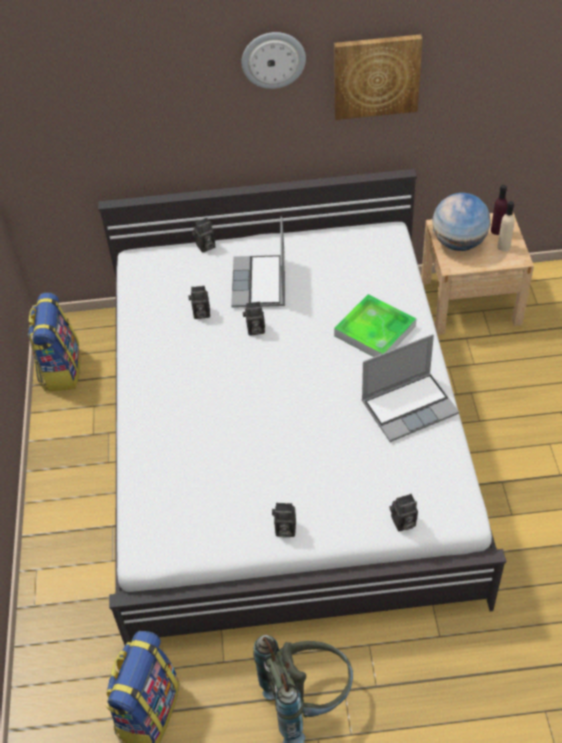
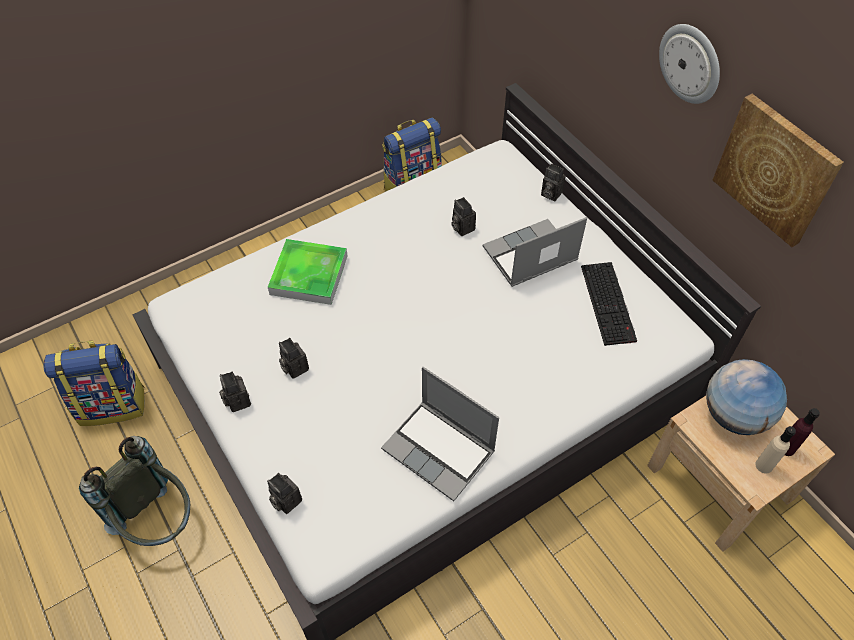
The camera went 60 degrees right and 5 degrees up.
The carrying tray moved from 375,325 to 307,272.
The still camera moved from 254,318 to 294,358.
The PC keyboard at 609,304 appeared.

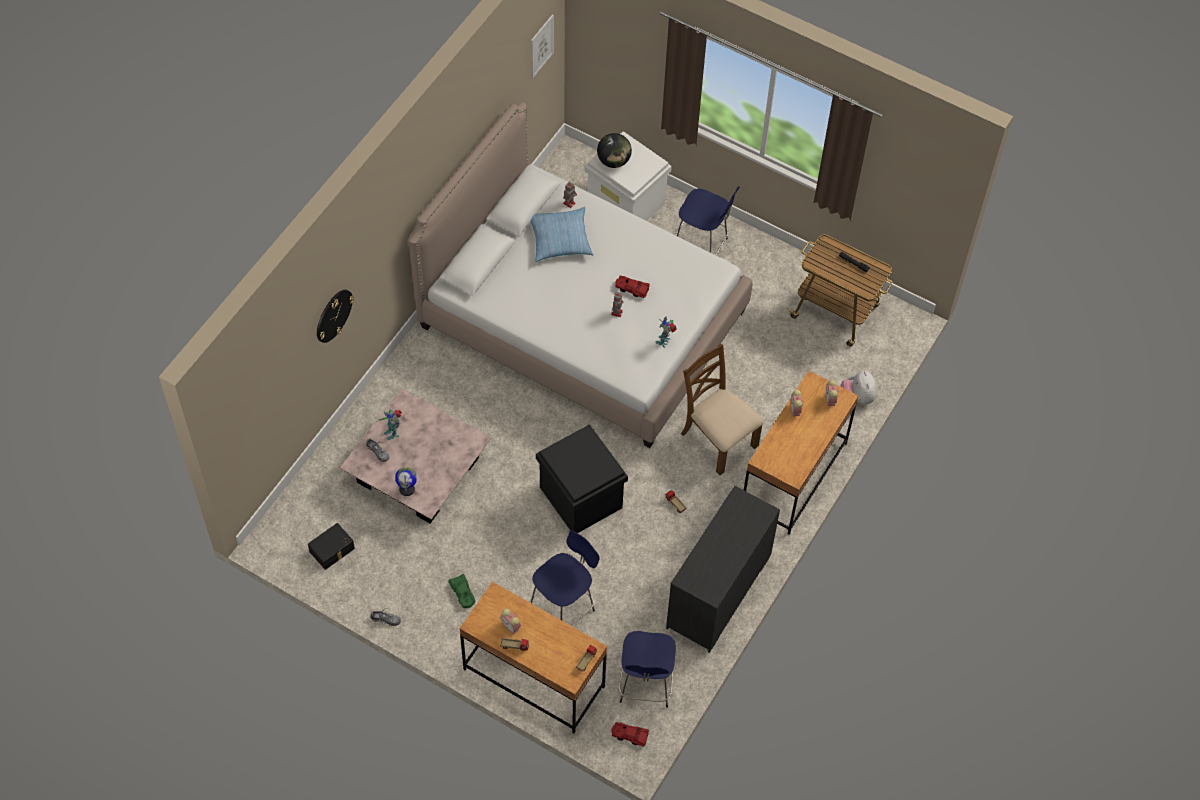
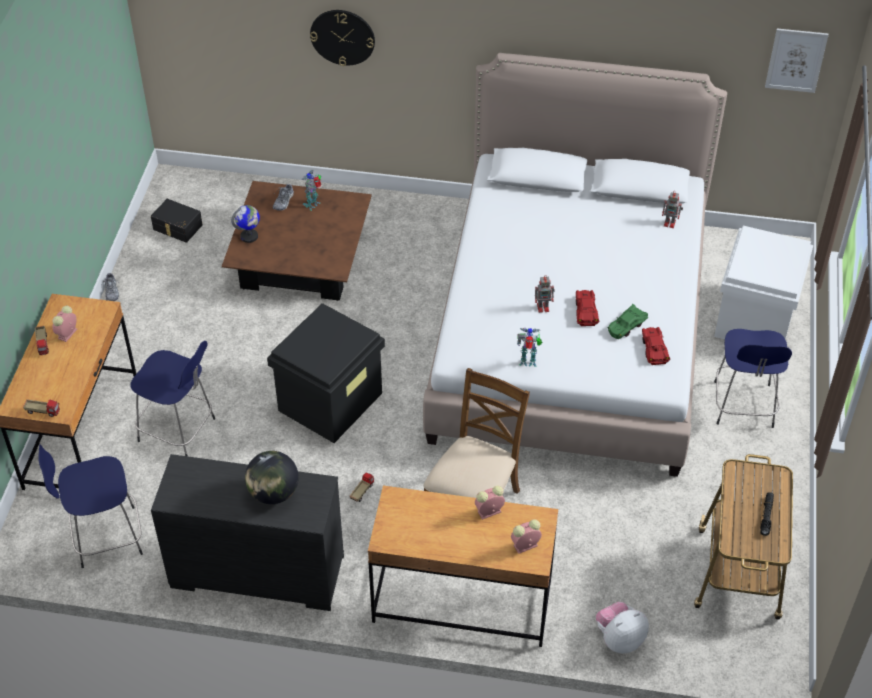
The camera went 70 degrees right and 10 degrees down.
The pinkish low table at 416,455 became the brownish low table at 297,241.
The desk globe moved from 614,150 to 272,477.
The green toy car moved from 462,591 to 628,321.
The red-coloured toy car moved from 630,734 to 656,346.
The throw pillow at 562,234 disappeared.

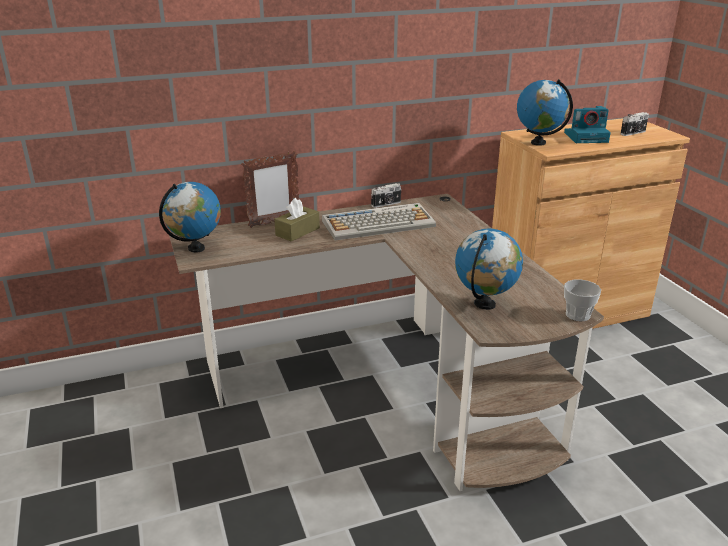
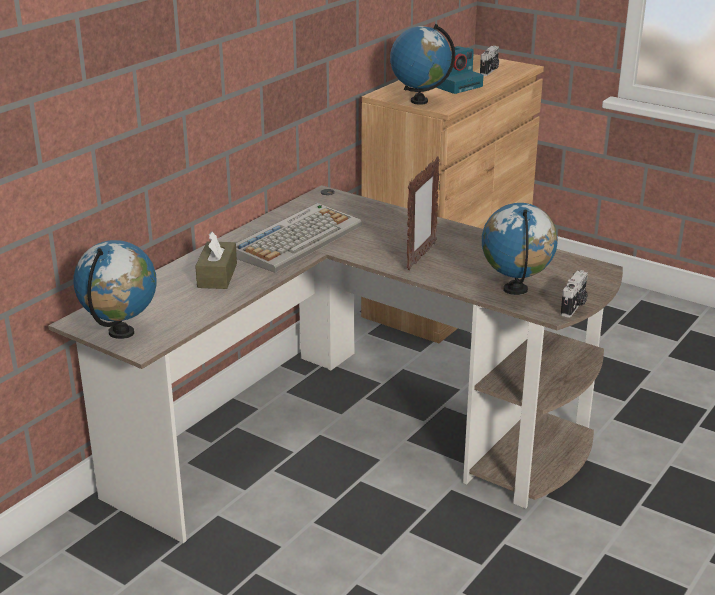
The camera went 35 degrees left and 0 degrees up.
The standing frame moved from 270,189 to 423,213.
The still camera moved from 386,195 to 574,294.
The cup at 582,300 disappeared.

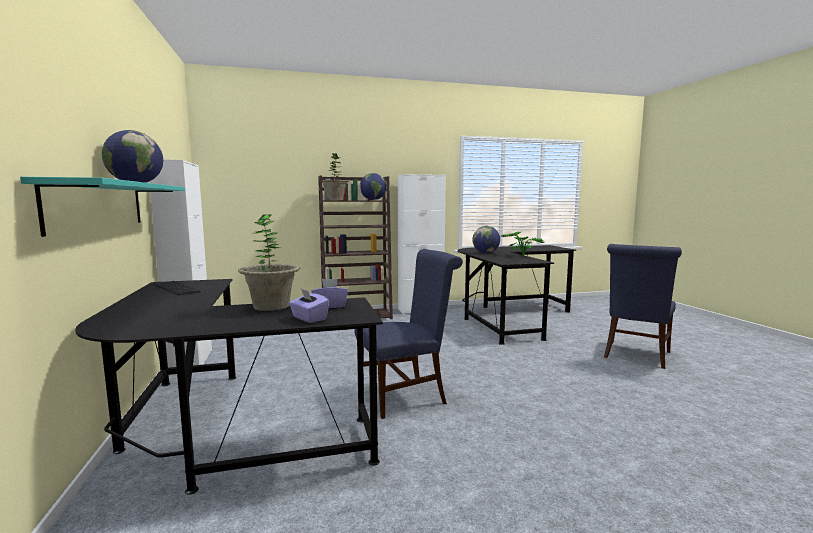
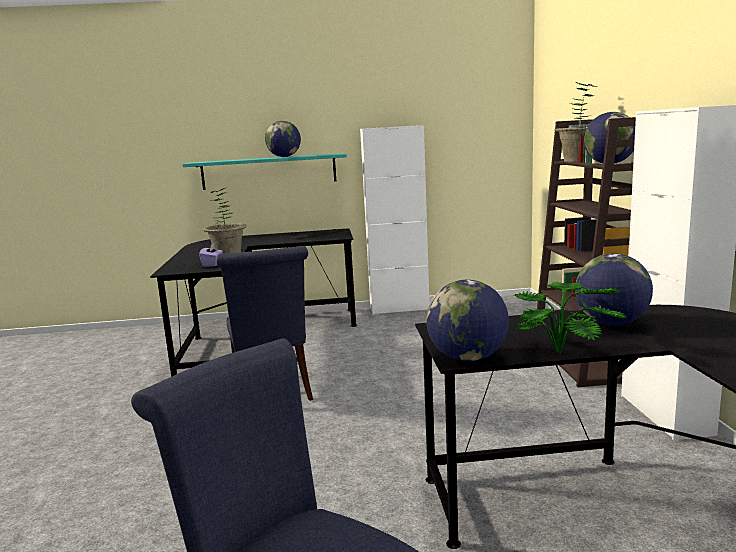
The camera went 100 degrees right and 5 degrees up.
The desk globe at 467,320 appeared.
The purple-coloured box of tissues at 309,306 disappeared.

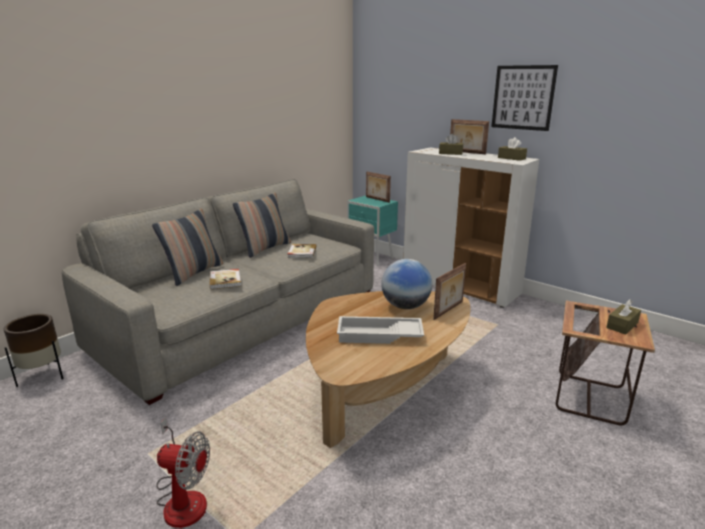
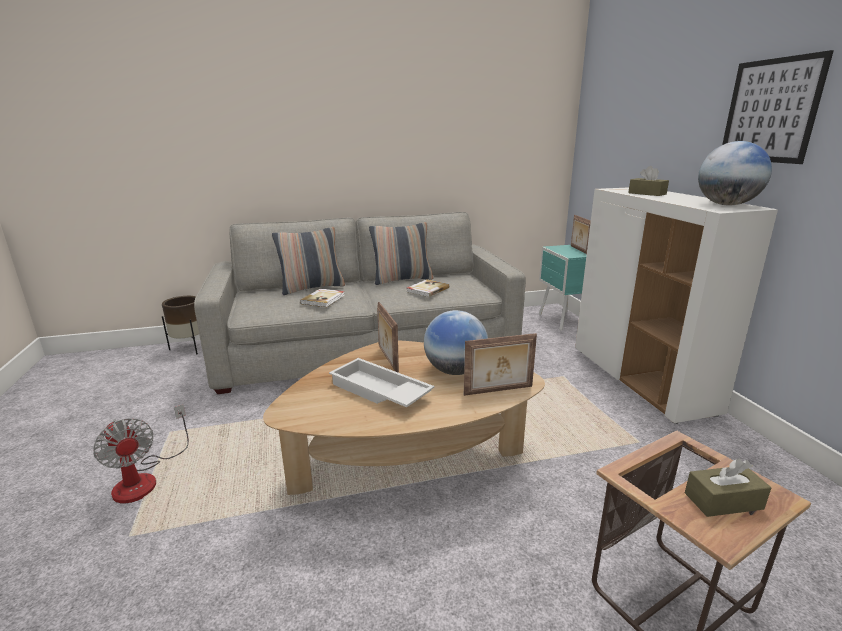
The camera went 35 degrees right and 0 degrees up.
The standing frame moved from 469,136 to 388,337.
The brownish box of tissues at 512,149 was replaced by the desk globe at 735,173.

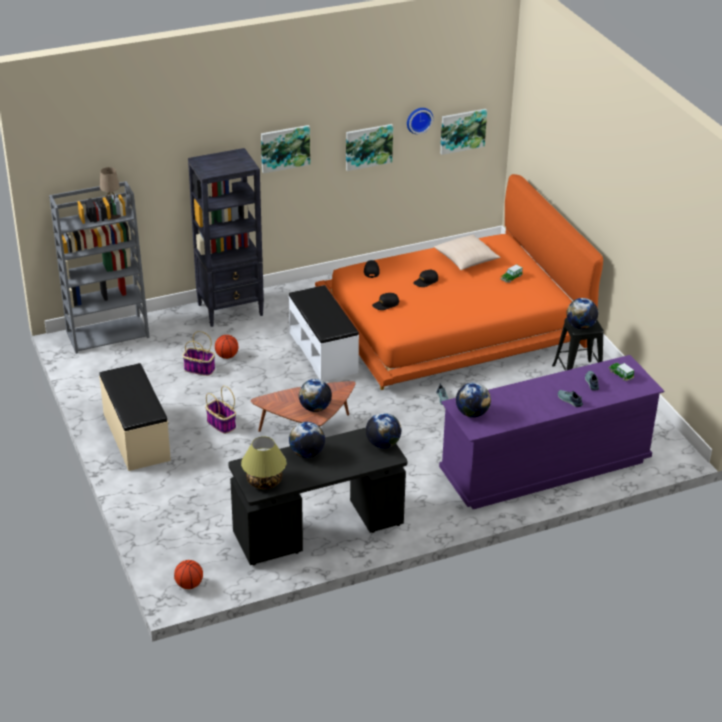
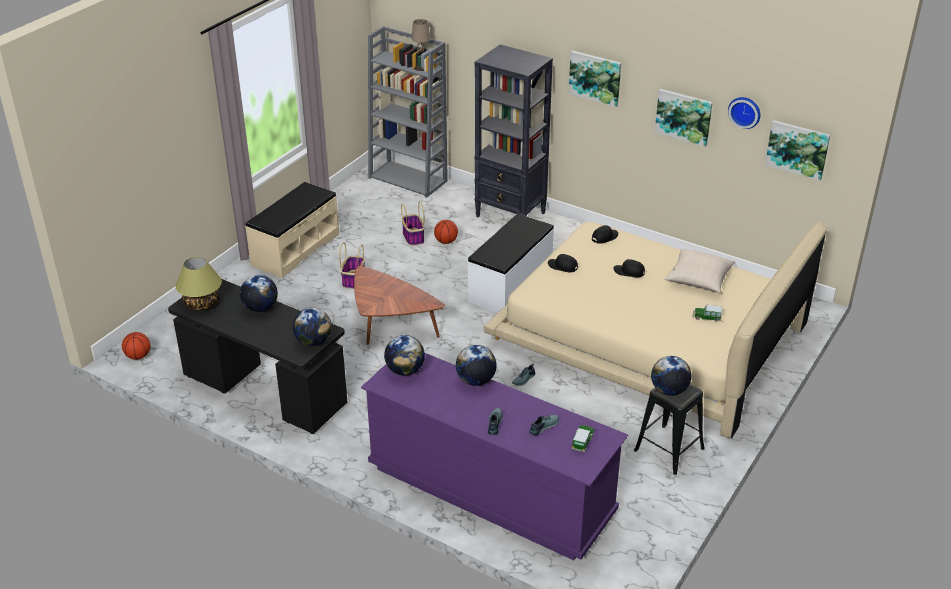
The camera went 55 degrees right and 0 degrees up.
The desk globe moved from 315,395 to 476,365.
The orangey sleeping bed at 459,282 became the sand-coloured sleeping bed at 655,330.

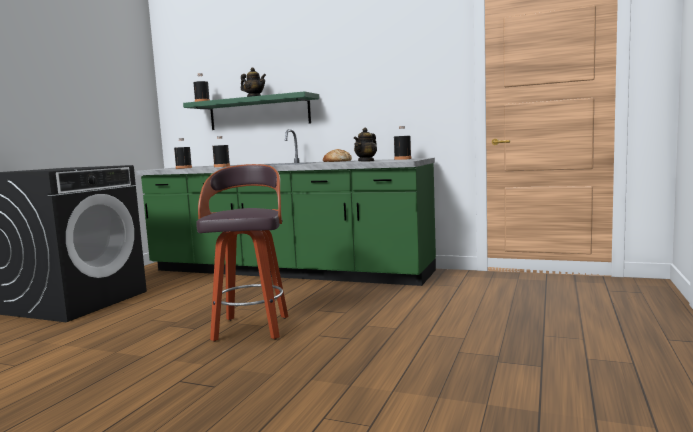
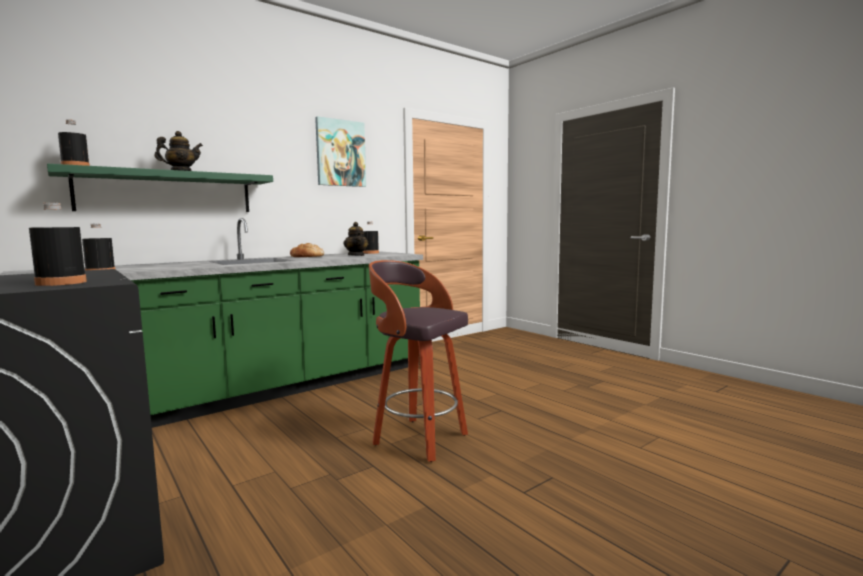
The camera went 60 degrees left and 0 degrees up.
The black bottle moved from 221,151 to 58,244.
The wall art at 340,151 appeared.

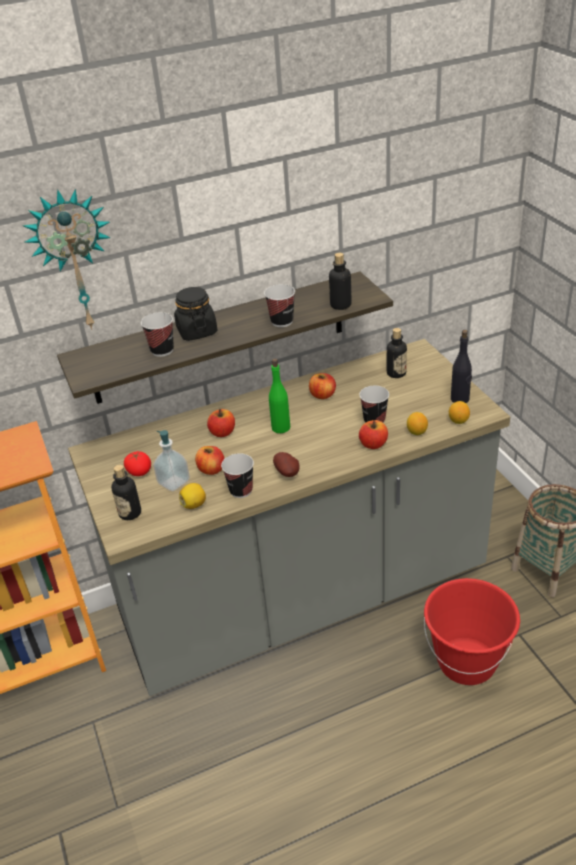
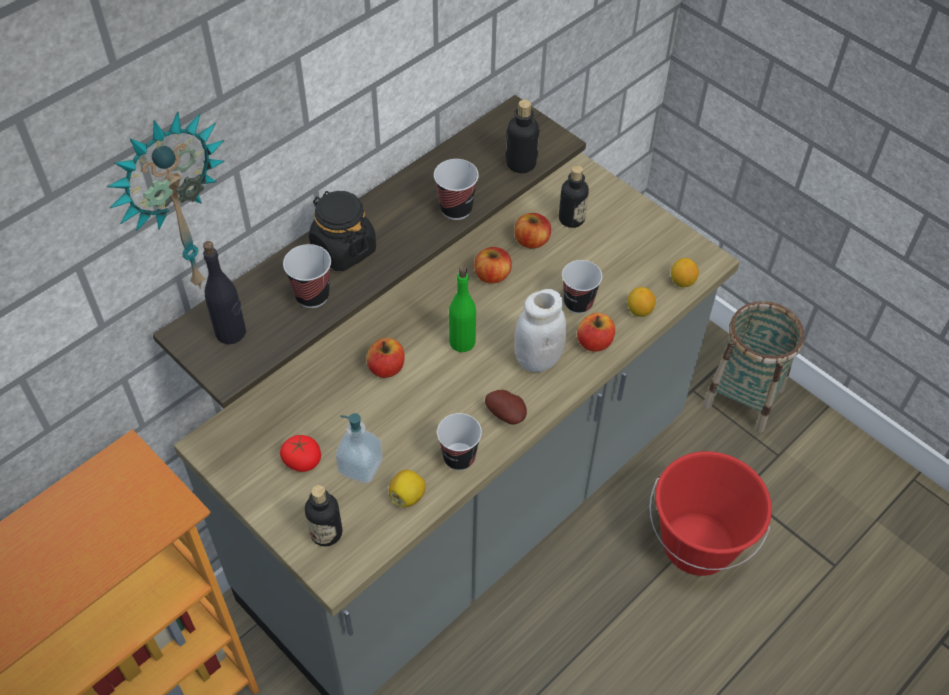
The camera went 25 degrees left and 15 degrees up.
The black bottle moved from 461,366 to 224,292.
The apple fruit moved from 210,460 to 532,231.
The white-coloured storage jar at 540,330 appeared.

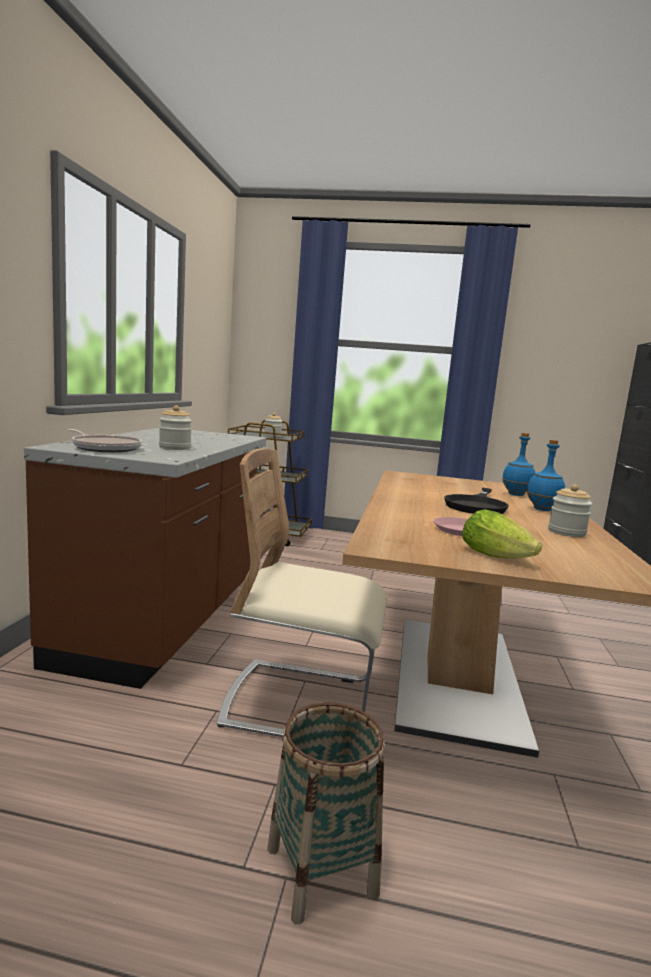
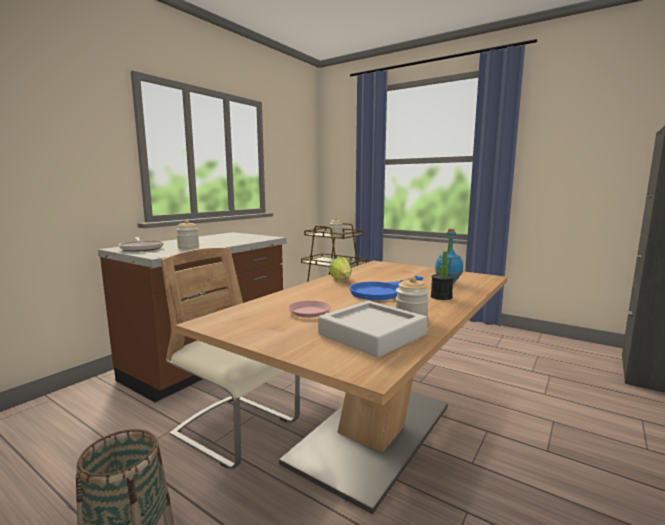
The camera went 25 degrees right and 0 degrees up.
The greyish carrying tray at 372,329 appeared.
The lettuce head moved from 502,534 to 340,269.
The black skillet at 476,501 became the blue-coloured skillet at 386,288.
The blue-coloured bottle at 546,475 was replaced by the plant in a pot at 442,267.

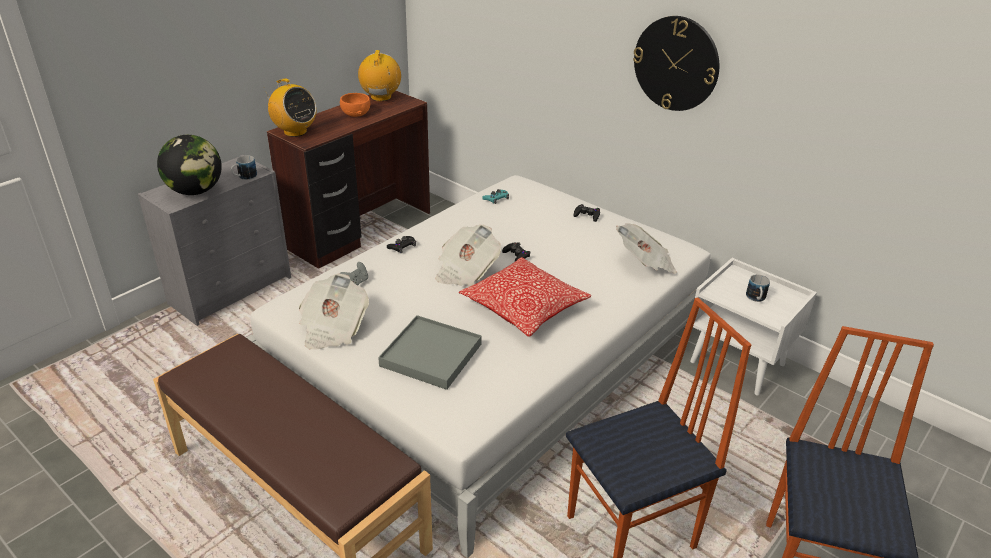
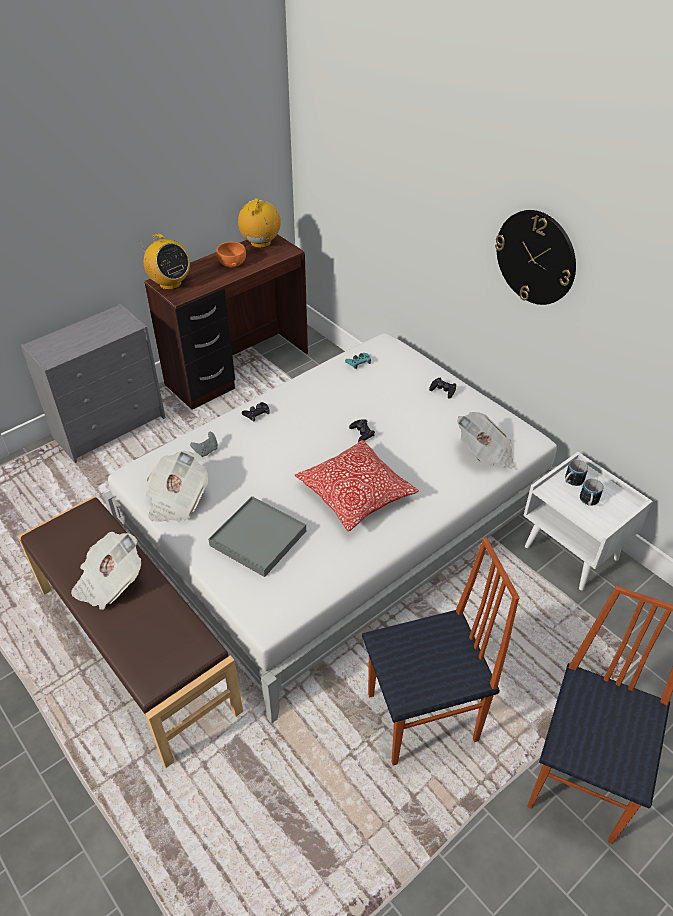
The camera went 10 degrees right and 10 degrees up.
The printed paper moved from 468,256 to 106,571.
The mug moved from 244,167 to 576,472.
The desk globe at 189,165 disappeared.

